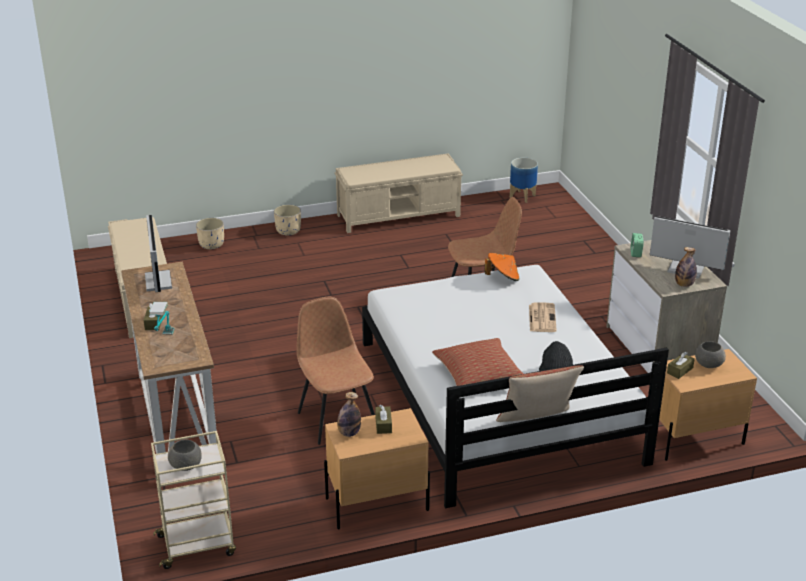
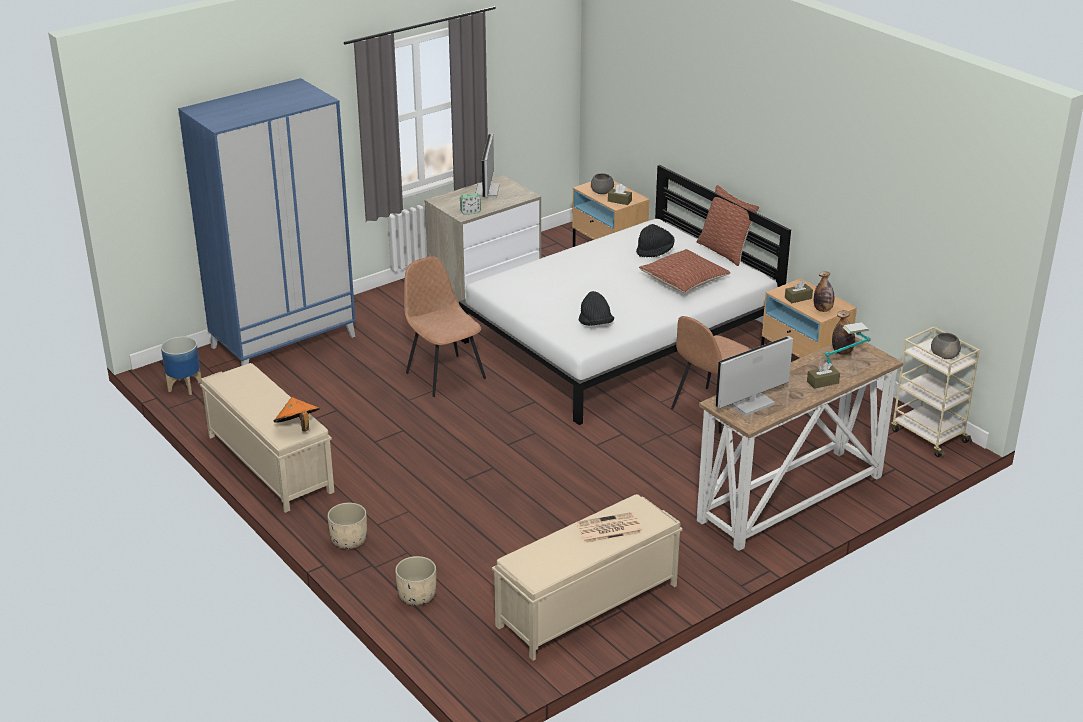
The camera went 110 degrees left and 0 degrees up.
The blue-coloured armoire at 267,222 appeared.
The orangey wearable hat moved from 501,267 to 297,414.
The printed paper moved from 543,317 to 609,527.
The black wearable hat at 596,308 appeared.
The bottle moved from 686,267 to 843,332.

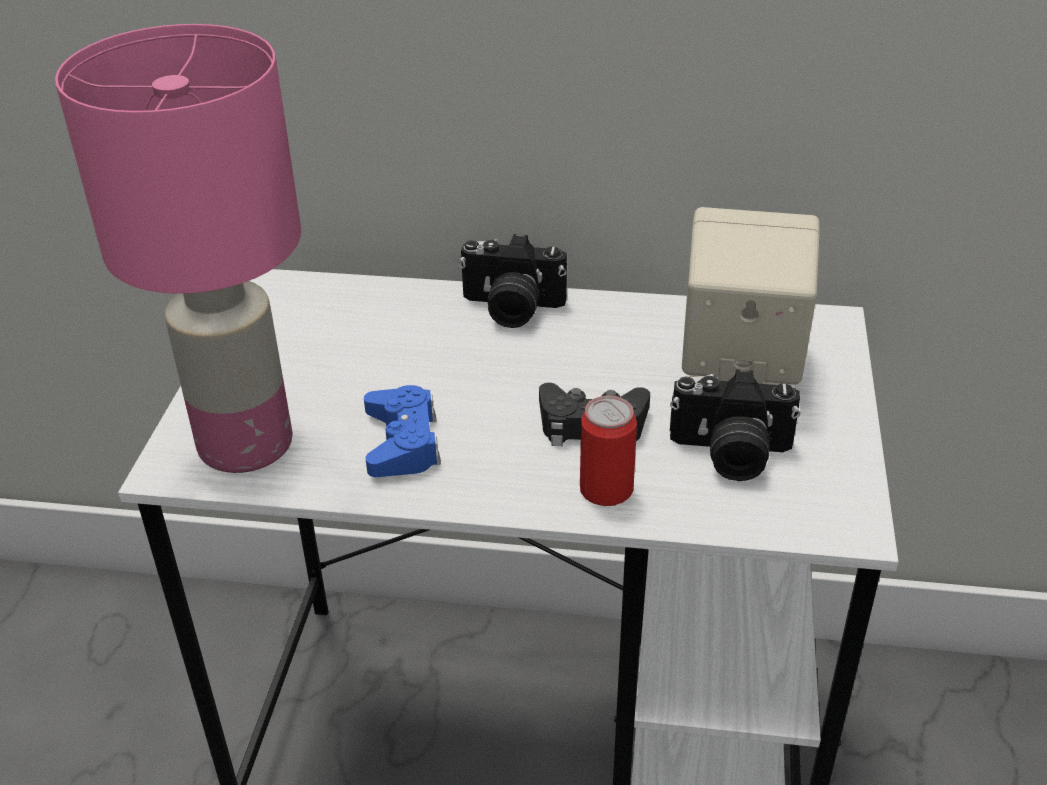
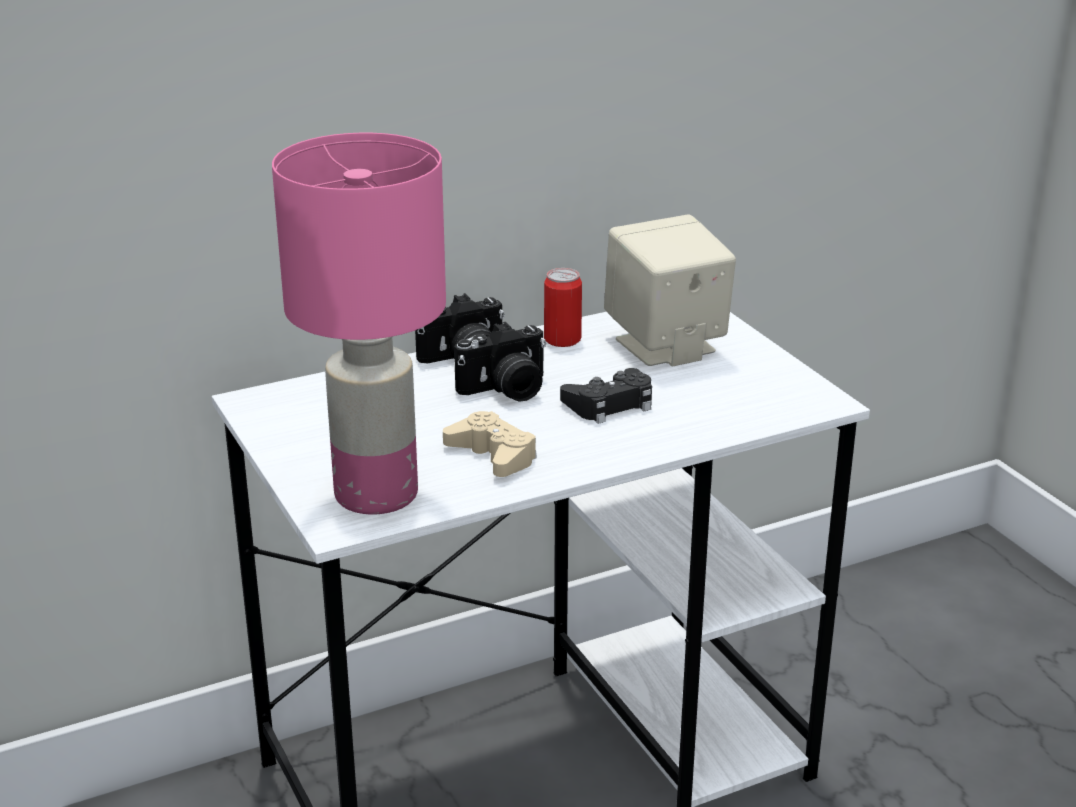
The camera went 35 degrees left and 10 degrees down.
The blue-coloured joypad at 402,431 became the sand-coloured joypad at 490,444.
The still camera moved from 735,425 to 500,362.
The can moved from 608,451 to 563,307.

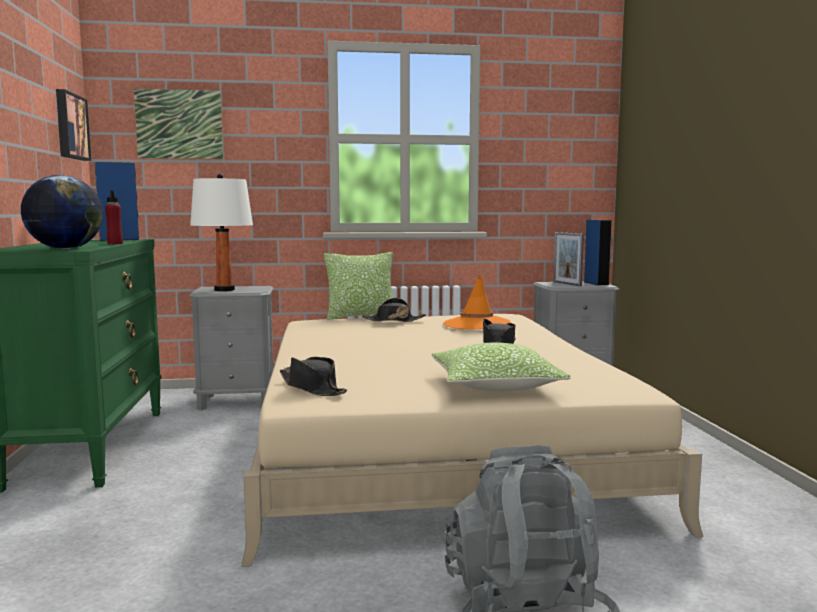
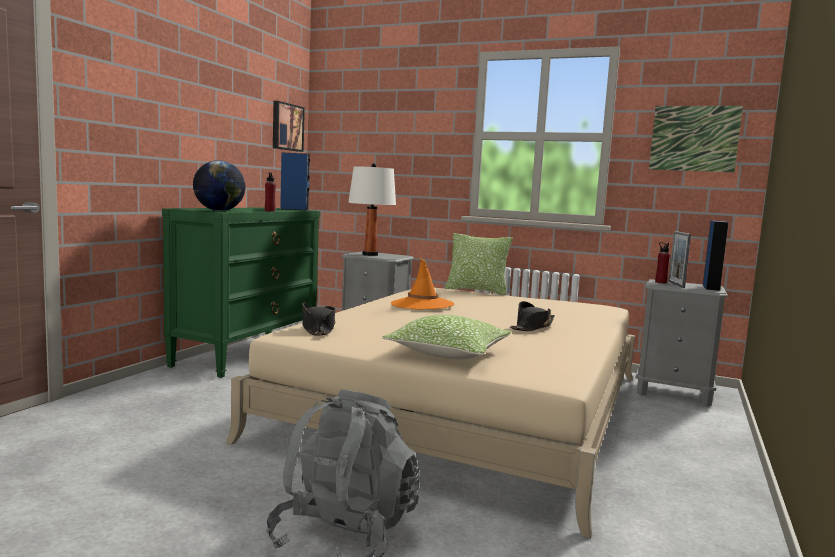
The camera went 30 degrees right and 0 degrees up.
The orangey wearable hat moved from 477,302 to 422,283.
The wall art moved from 178,124 to 696,139.
The red-coloured bottle at 662,262 appeared.
The black wearable hat at 394,310 disappeared.

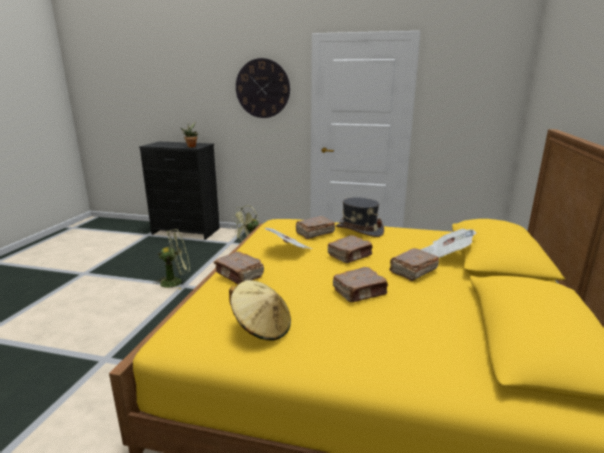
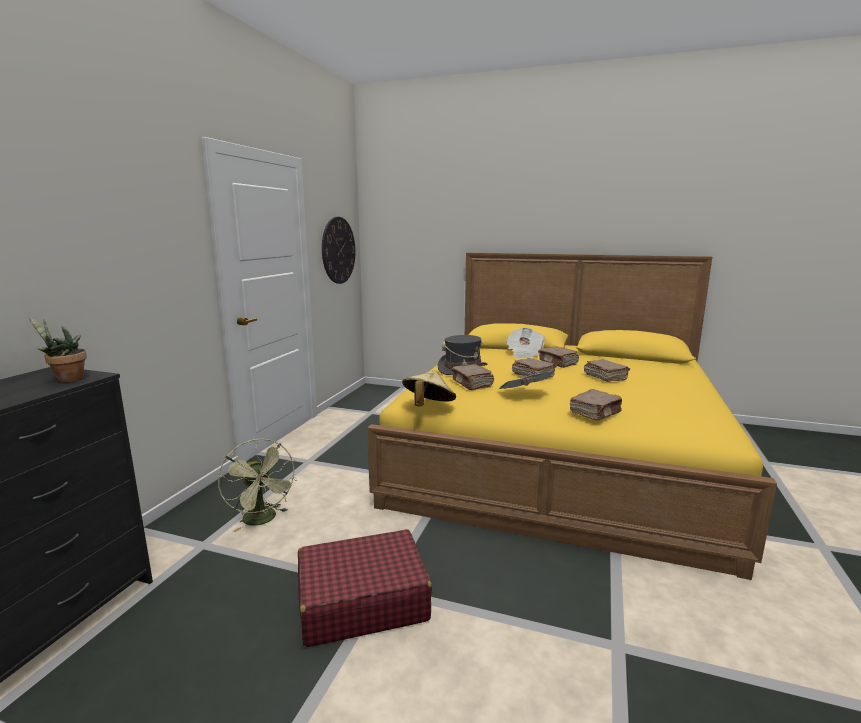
The camera went 85 degrees left and 5 degrees down.
The green fan at 171,259 was replaced by the red-coloured travel case at 365,588.
The clock on the wall moved from 263,88 to 338,250.
The sand-coloured wearable hat moved from 260,310 to 429,389.

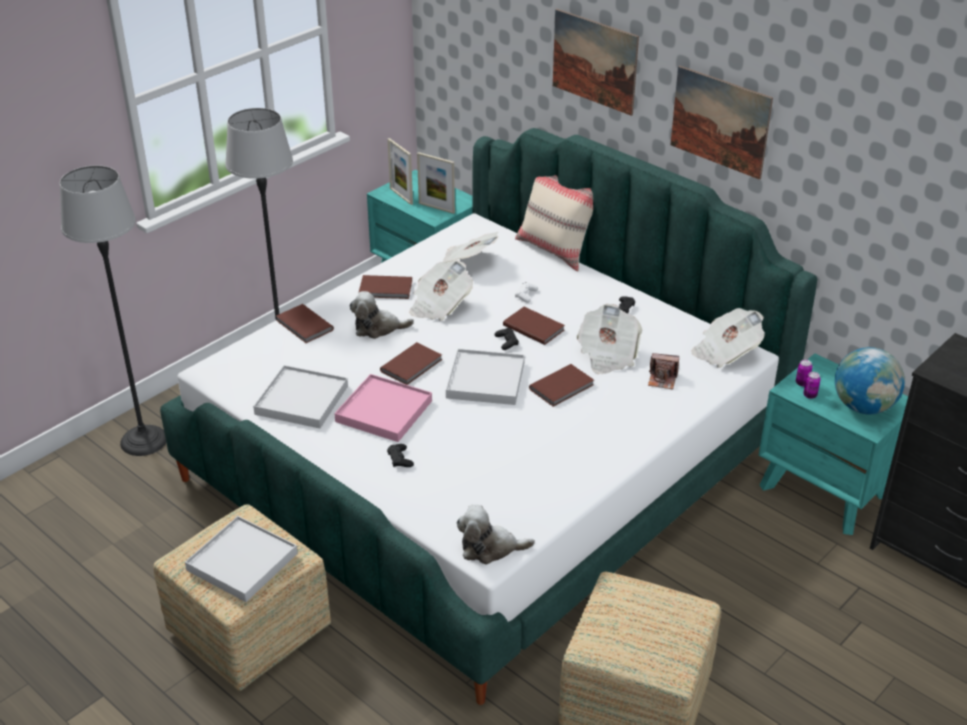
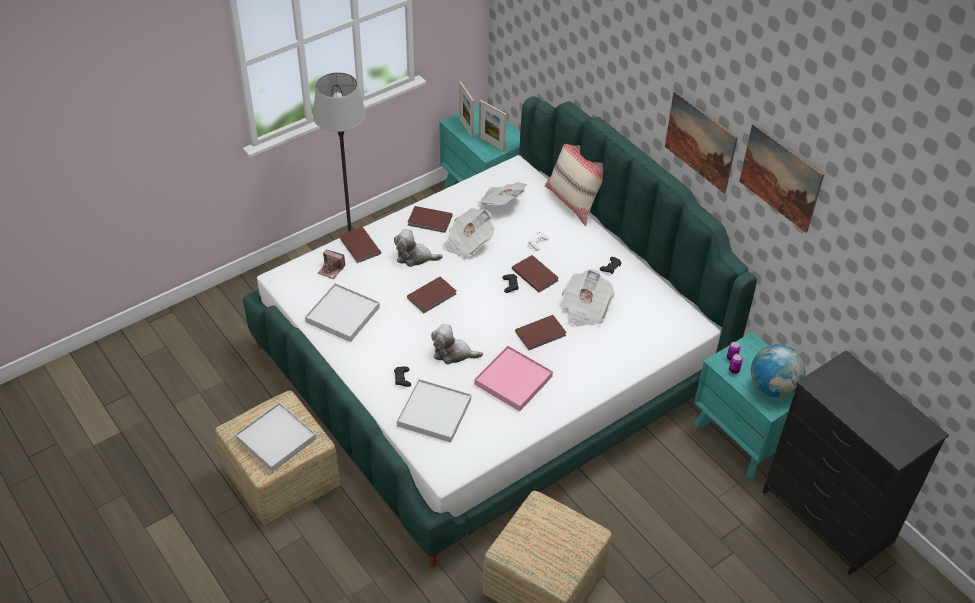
The camera went 10 degrees right and 10 degrees up.
The still camera moved from 663,371 to 331,264.
The white-coloured carrying tray moved from 485,377 to 434,411.
The plush toy moved from 496,534 to 457,344.
The pinkish carrying tray moved from 383,408 to 513,378.
The wall art moved from 596,62 to 781,178.
The standing lamp at 113,310 disappeared.
The printed paper at 728,338 disappeared.

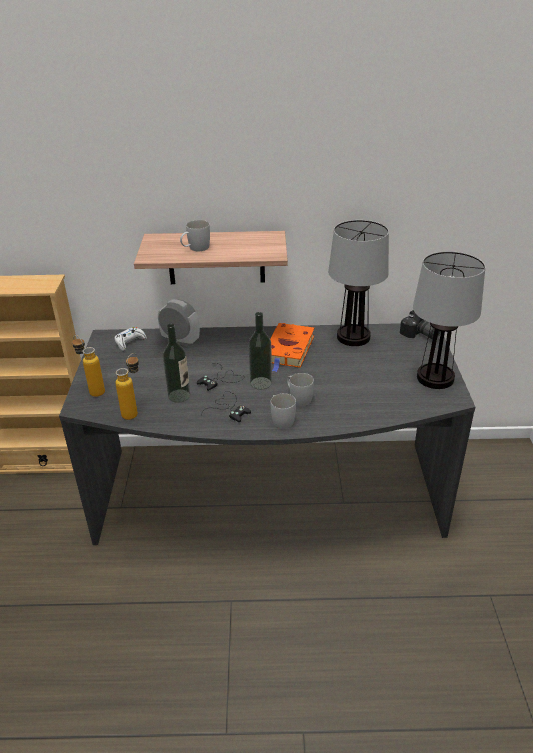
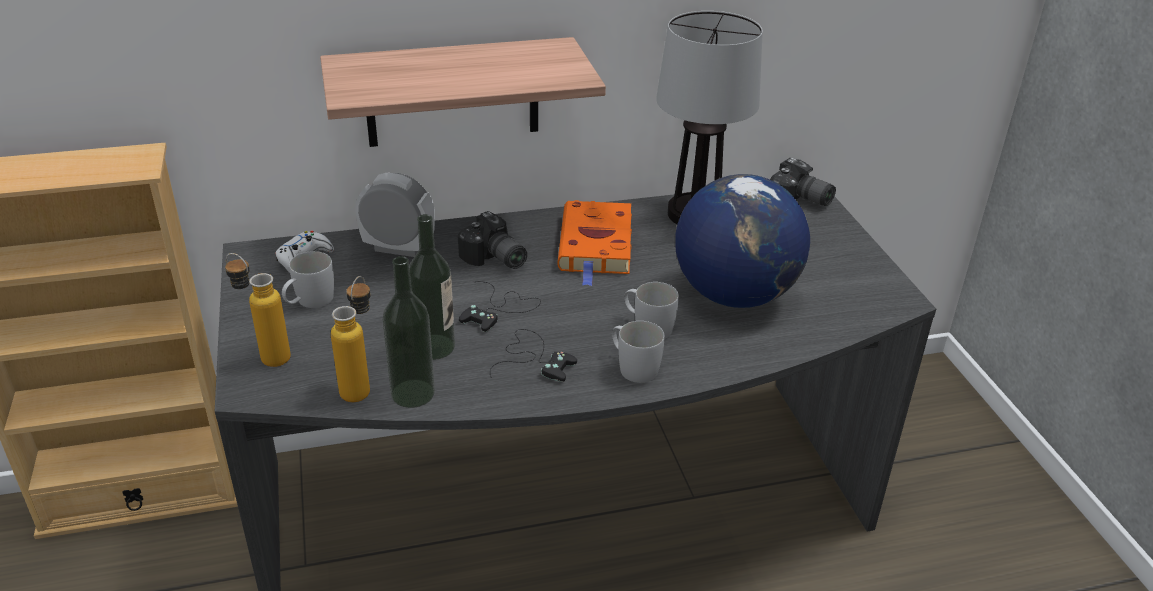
The camera went 15 degrees left and 0 degrees up.
The white-coloured mug moved from 195,235 to 308,279.
The bottle moved from 260,351 to 408,332.
The still camera at 492,240 appeared.
The desk globe at 742,241 appeared.
The lamp for a table at 449,320 disappeared.

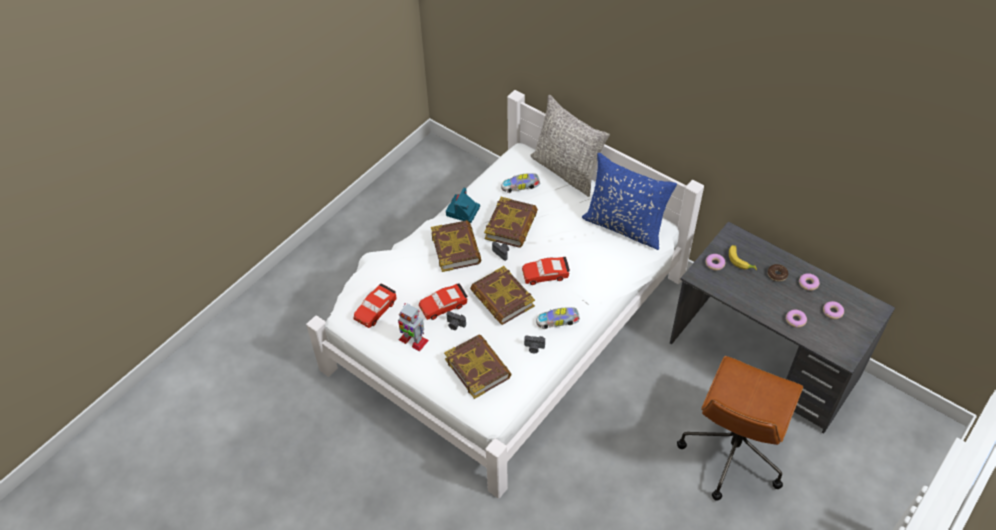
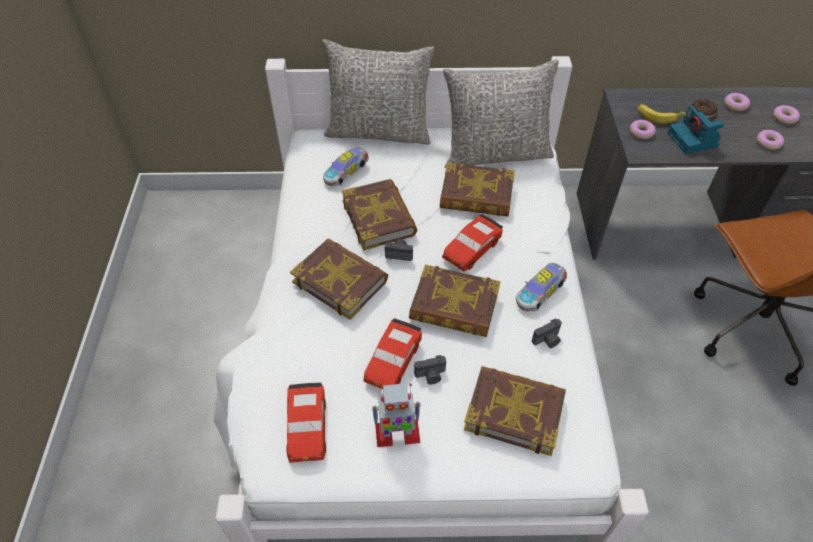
The camera went 40 degrees left and 0 degrees up.
The volume at 477,189 appeared.
The blue-coloured throw pillow at 629,201 became the greyish throw pillow at 501,113.
The still camera moved from 463,205 to 696,130.

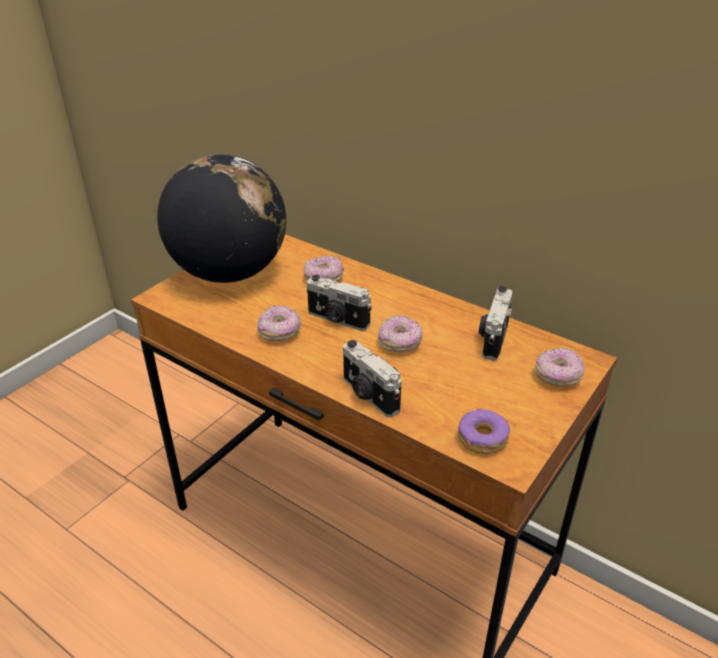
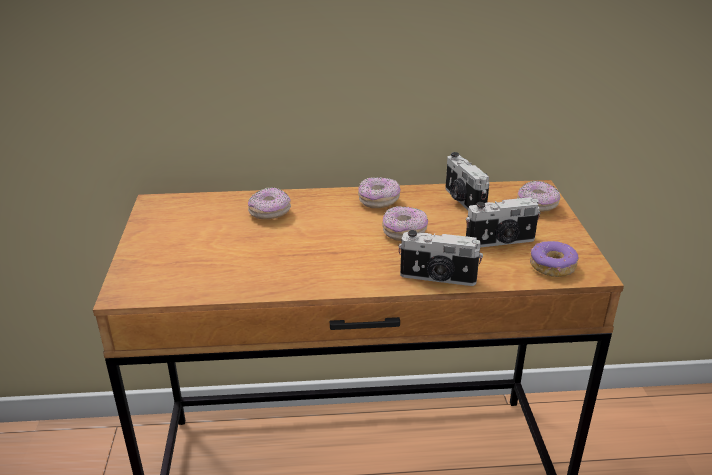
The camera went 40 degrees left and 5 degrees down.
The ring doughnut moved from 279,323 to 379,192.
The still camera moved from 339,303 to 503,222.
The desk globe at 221,219 disappeared.

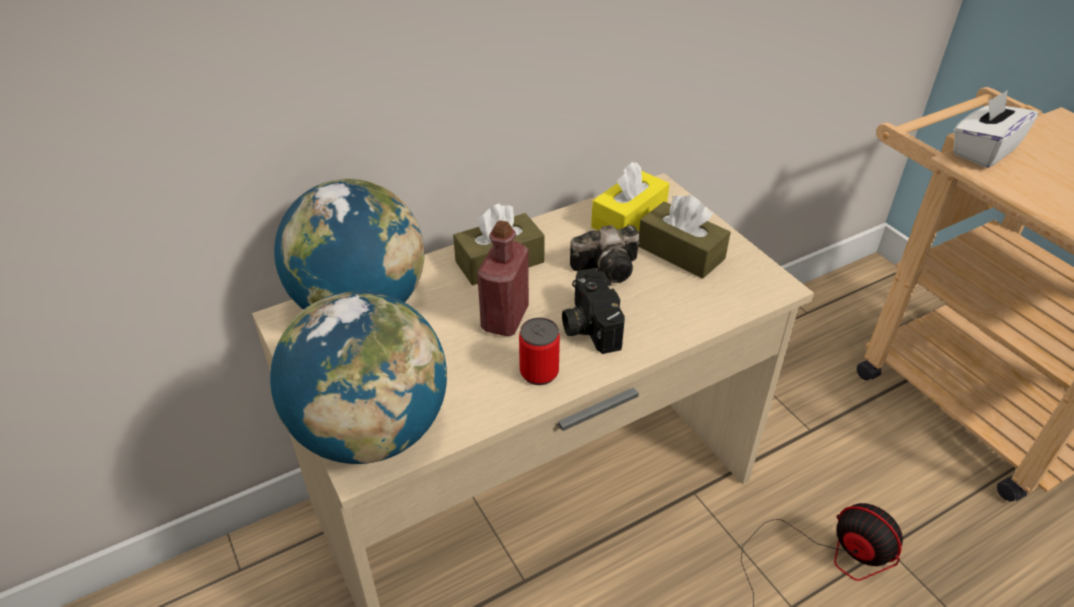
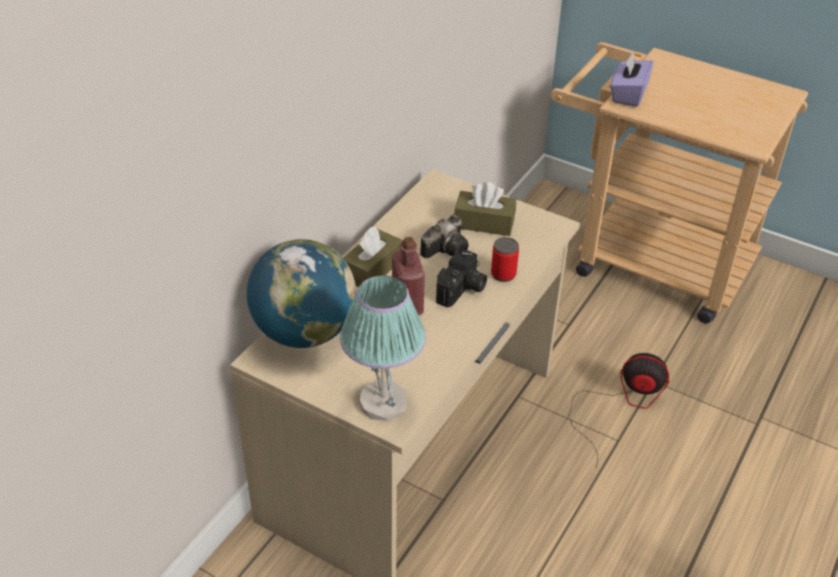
The camera went 30 degrees left and 0 degrees up.
The desk globe at 358,377 was replaced by the lamp for a table at 383,348.
The still camera at 593,311 turned 105 degrees counterclockwise.
The can moved from 539,351 to 505,259.
The white-coloured box of tissues at 996,129 became the purple-coloured box of tissues at 631,79.
The yellow-coloured box of tissues at 630,196 disappeared.

